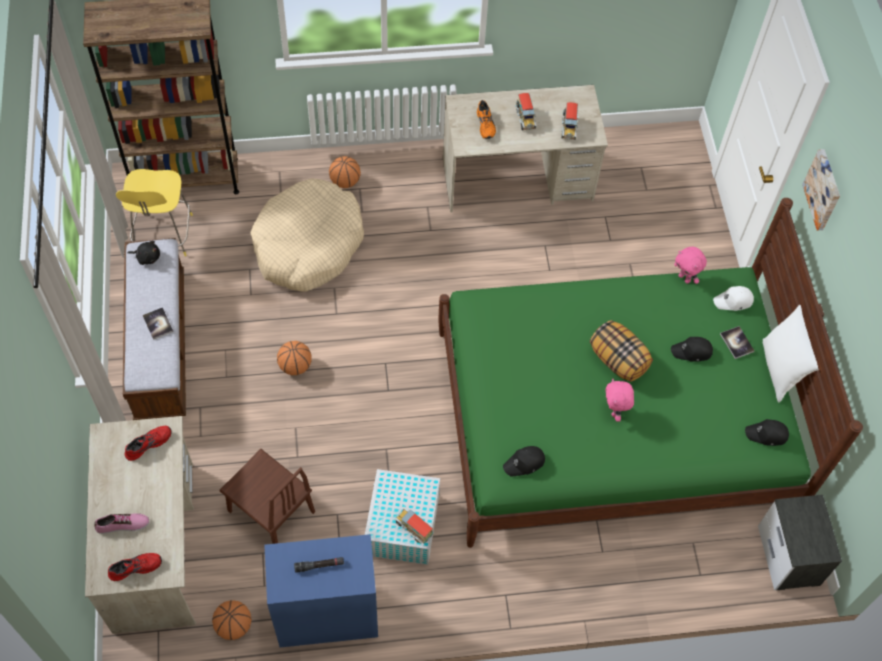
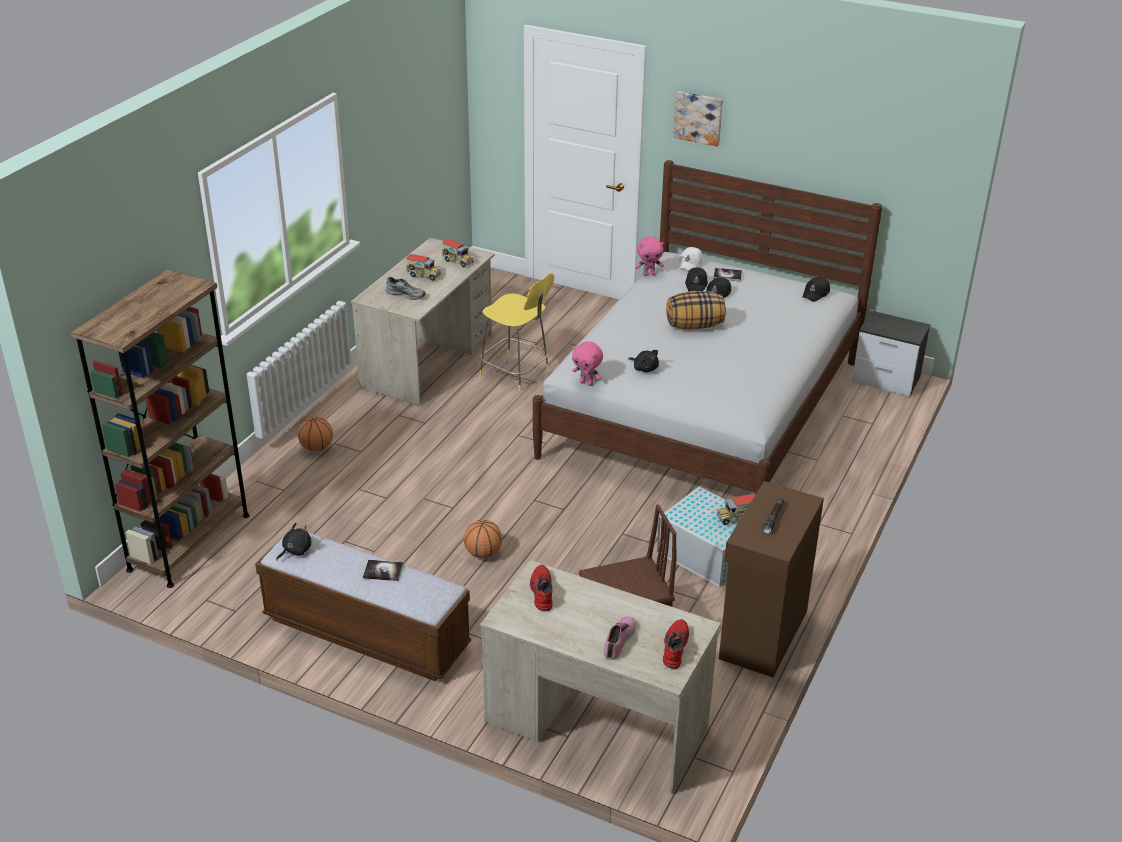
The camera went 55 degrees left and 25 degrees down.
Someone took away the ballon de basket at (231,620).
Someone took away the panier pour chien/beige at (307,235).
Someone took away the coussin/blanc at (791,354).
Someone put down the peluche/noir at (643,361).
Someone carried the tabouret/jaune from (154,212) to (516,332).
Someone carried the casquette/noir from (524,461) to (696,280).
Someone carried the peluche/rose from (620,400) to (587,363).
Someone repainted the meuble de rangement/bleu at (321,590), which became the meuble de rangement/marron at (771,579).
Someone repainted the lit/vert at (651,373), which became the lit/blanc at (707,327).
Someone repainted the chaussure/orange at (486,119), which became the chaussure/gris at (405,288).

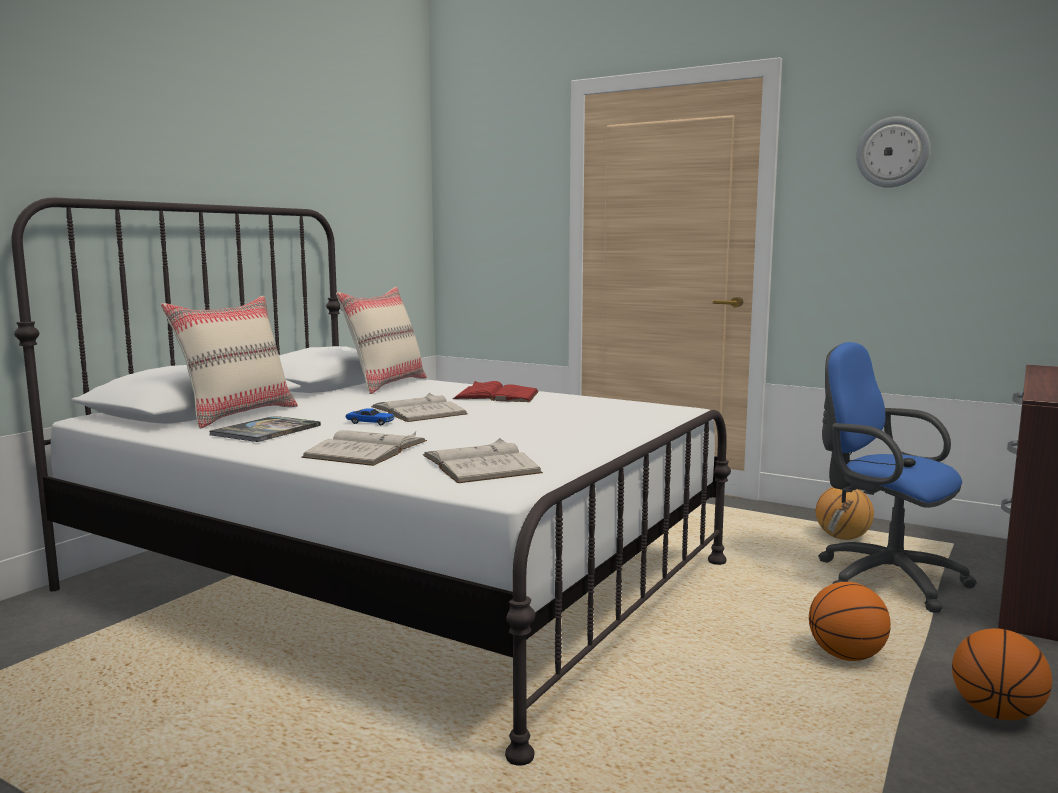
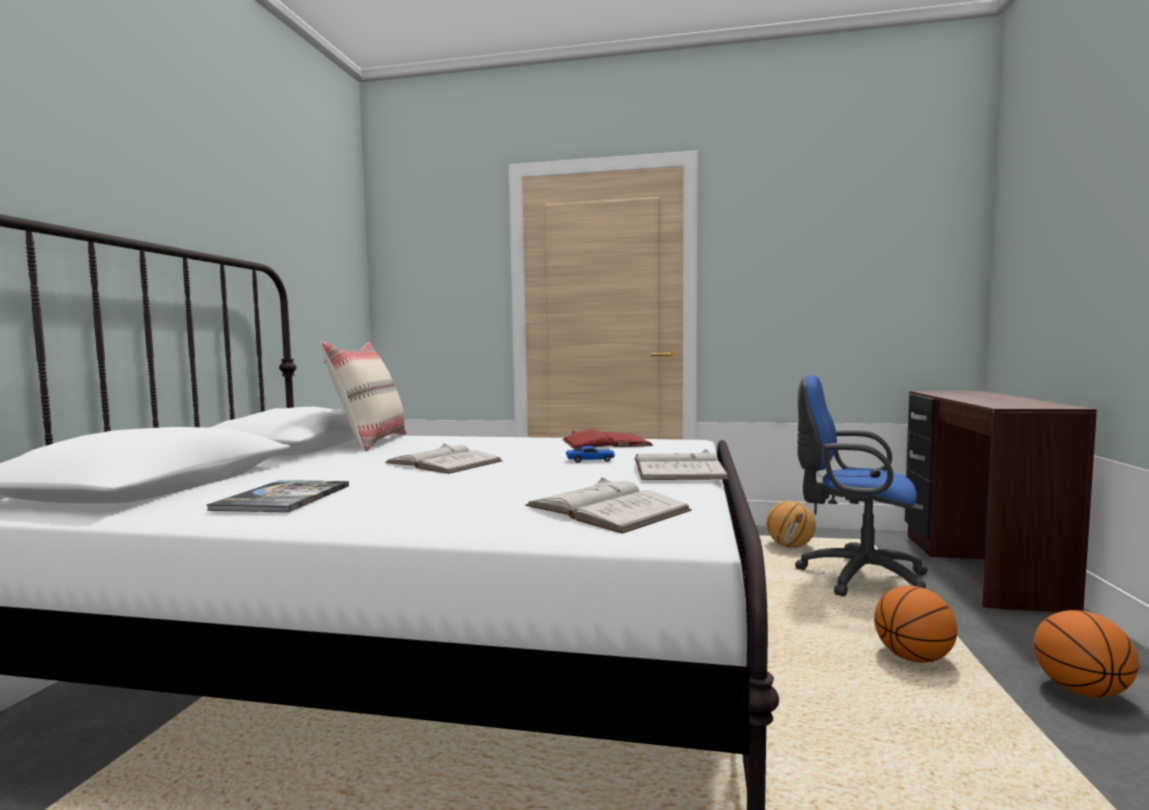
The camera went 20 degrees left and 5 degrees down.
Someone took away the coussin/beige at (229,362).
Someone took away the horloge murale at (893,152).
Someone carried the livre/blanc from (364,448) to (681,464).
Someone carried the petite voiture from (370,416) to (590,454).
Someone carried the livre/rouge from (496,391) to (607,439).

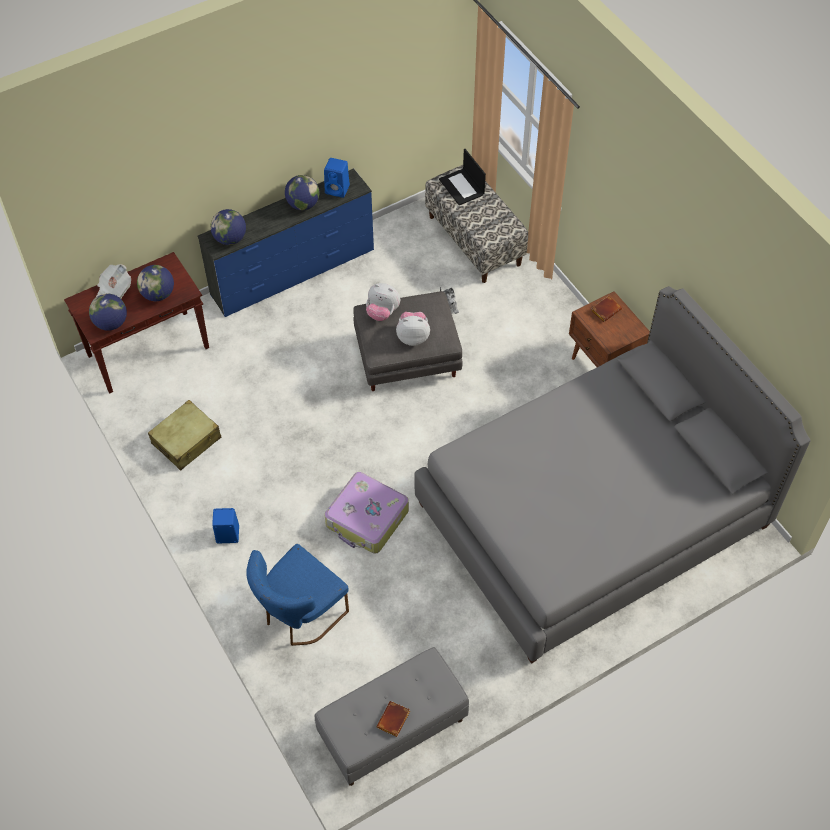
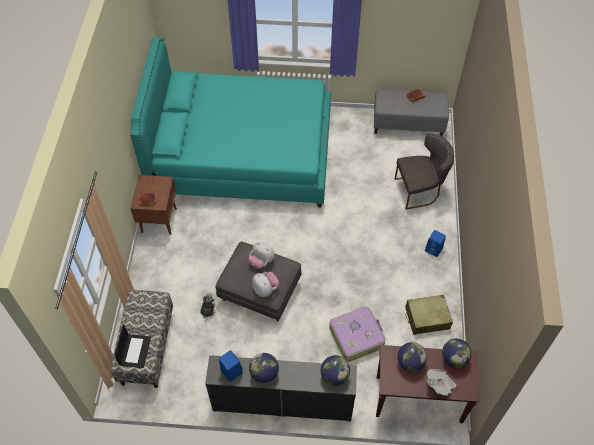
The camera went 145 degrees left and 0 degrees up.
Someone carried the valise from (367,513) to (357,334).
Someone repainted the chaise/bleu at (297,595), which became the chaise/gris at (424,171).
Someone repainted the lit/gris at (612,475), which became the lit/turquoise at (230,122).

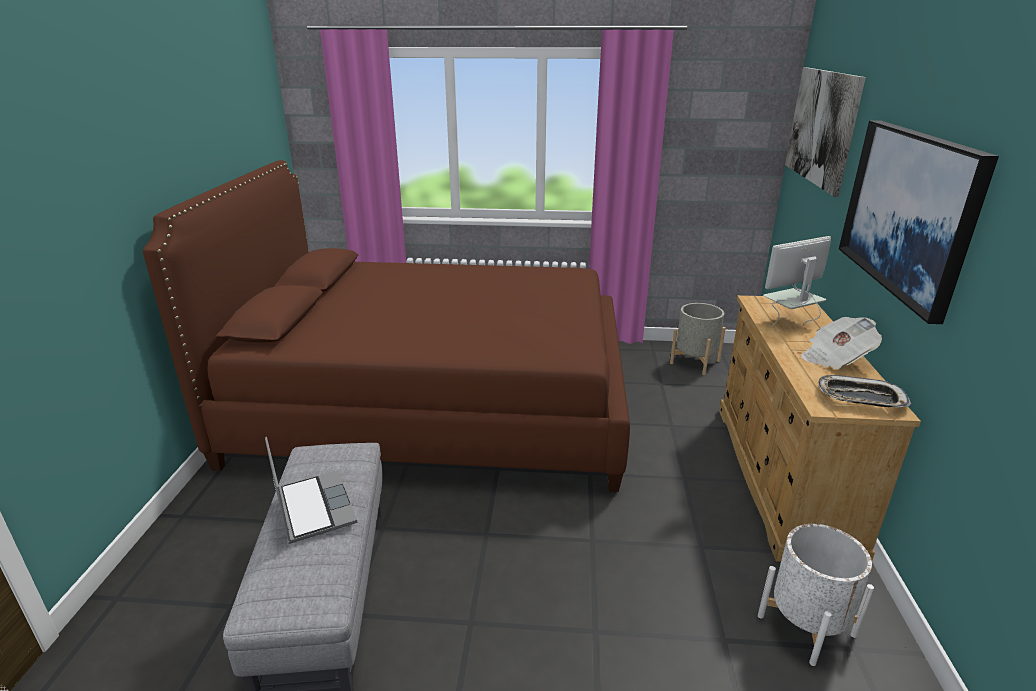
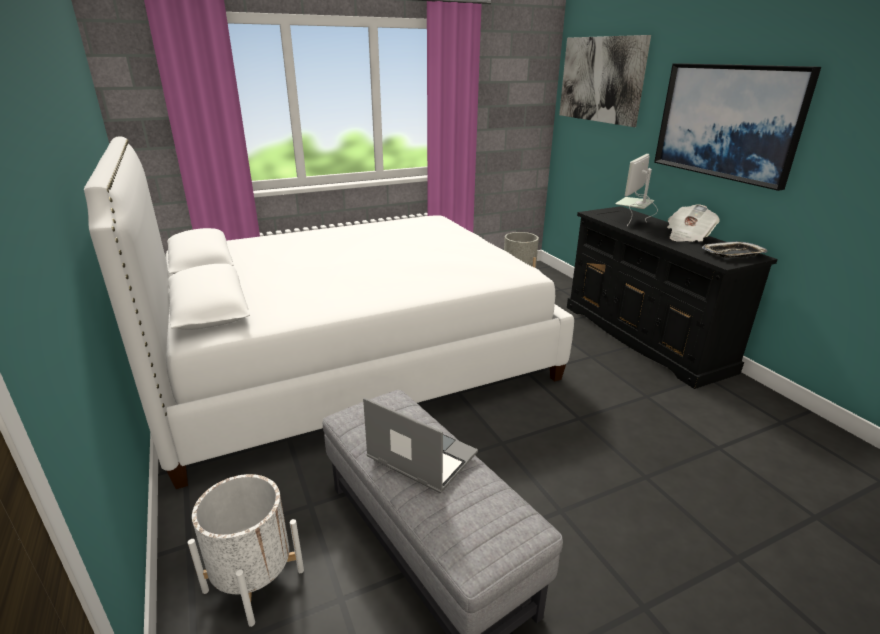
The camera went 30 degrees left and 0 degrees up.
Someone carried the cache-pot/blanc from (816,595) to (246,550).
Someone repainted the lit/marron at (386,326), which became the lit/blanc at (329,312).
Someone repainted the commode/beige at (820,428), which became the commode/noir at (672,297).

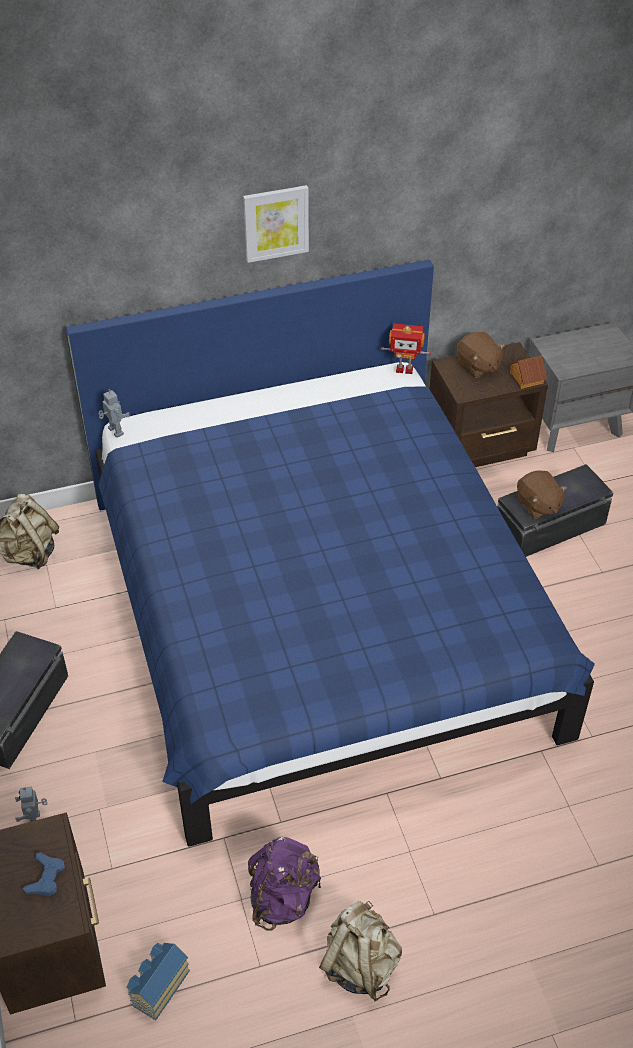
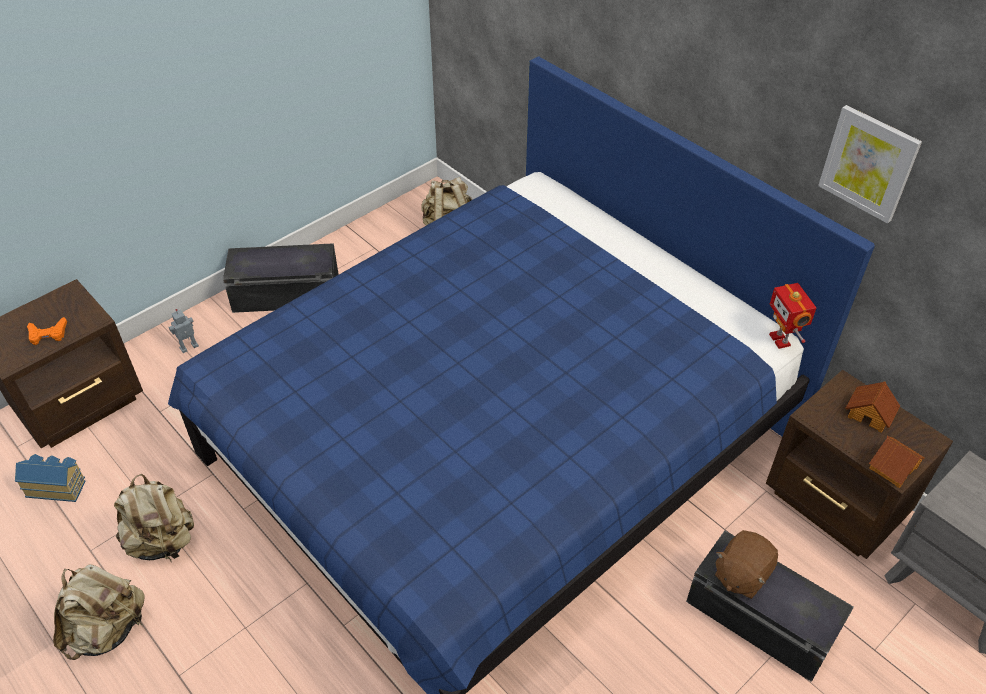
The camera went 65 degrees right and 0 degrees up.
Someone took away the robot jouet at (114,413).
Someone carried the tableau from (276,224) to (870,164).
Someone swapped the peluche/marron at (481,355) for the maison miniature at (872,406).
Someone repainted the manette/bleu at (44,874), which became the manette/orange at (47,331).
Someone repainted the sac à dos/violet at (285,884), which became the sac à dos/beige at (154,518).

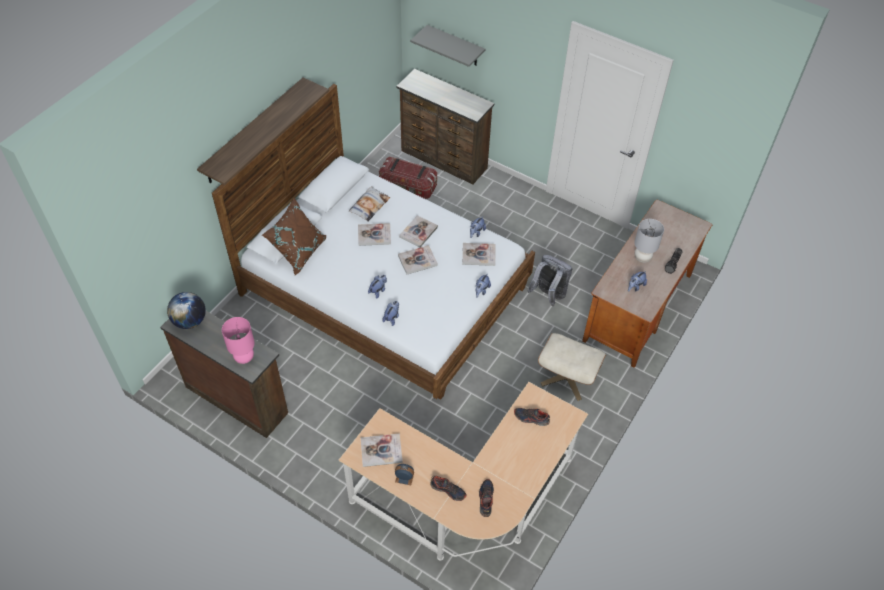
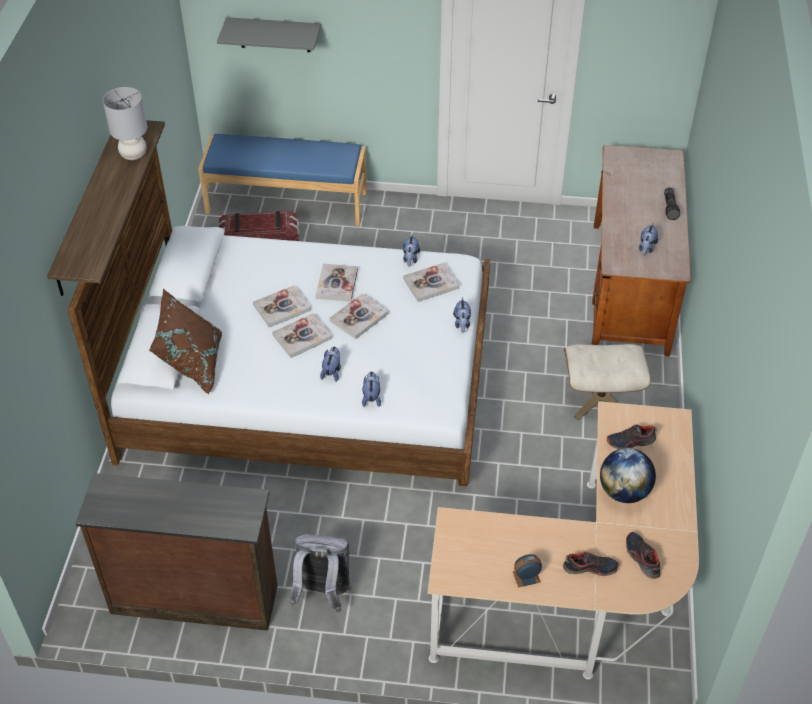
The camera went 25 degrees left and 5 degrees down.
Someone took away the lampe de table/rose at (238,340).
Someone took away the coussin at (369,204).
Someone carried the globe from (186,310) to (628,475).
Someone carried the livre from (381,450) to (302,335).
Someone carried the sac à dos/gris from (549,280) to (321,573).
Someone carried the lampe de table/gris from (649,241) to (125,123).
Someone swapped the commode/marron at (445,127) for the banc/bleu at (282,180).

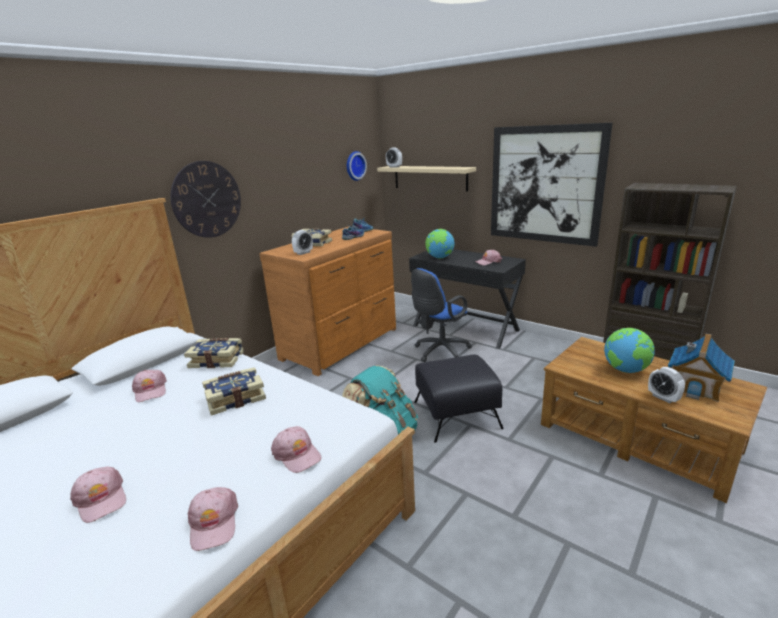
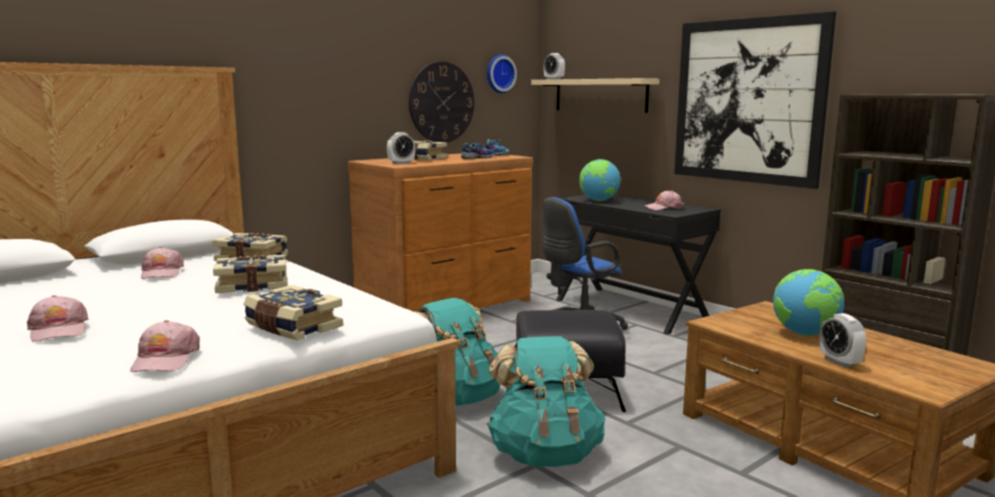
The camera went 10 degrees right and 10 degrees down.
Someone took away the maison miniature at (701,367).
Someone put down the sac à dos/turquoise at (546,401).
Someone carried the horloge murale from (205,199) to (441,102).
Someone swapped the casquette/rose at (296,449) for the livre at (293,312).

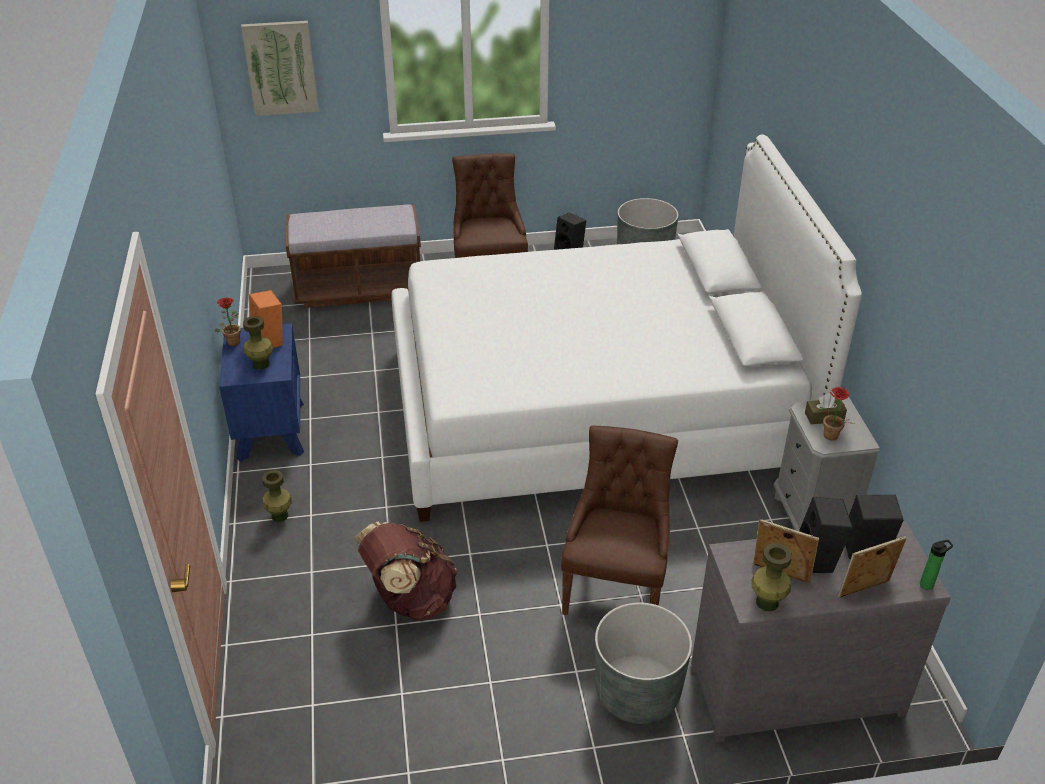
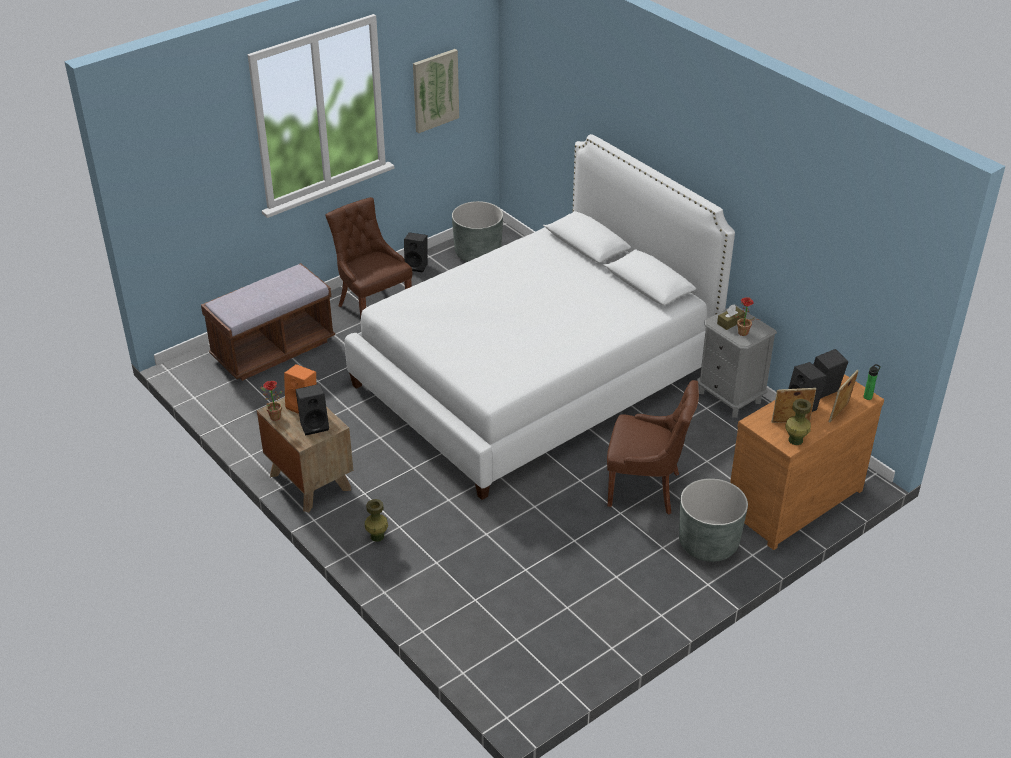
The camera went 30 degrees left and 0 degrees up.
Someone took away the sac à dos/marron at (406,571).
Someone carried the tableau from (280,68) to (436,91).
Someone swapped the vase/vert at (258,343) for the enceinte/noir at (312,410).
Someone repainted the table de chevet/bleu at (261,392), which became the table de chevet/marron at (305,454).
Someone repainted the commode/gris at (821,632), which became the commode/marron at (807,462).
Someone rotated the chaise/marron at (619,520) by 120 degrees clockwise.

